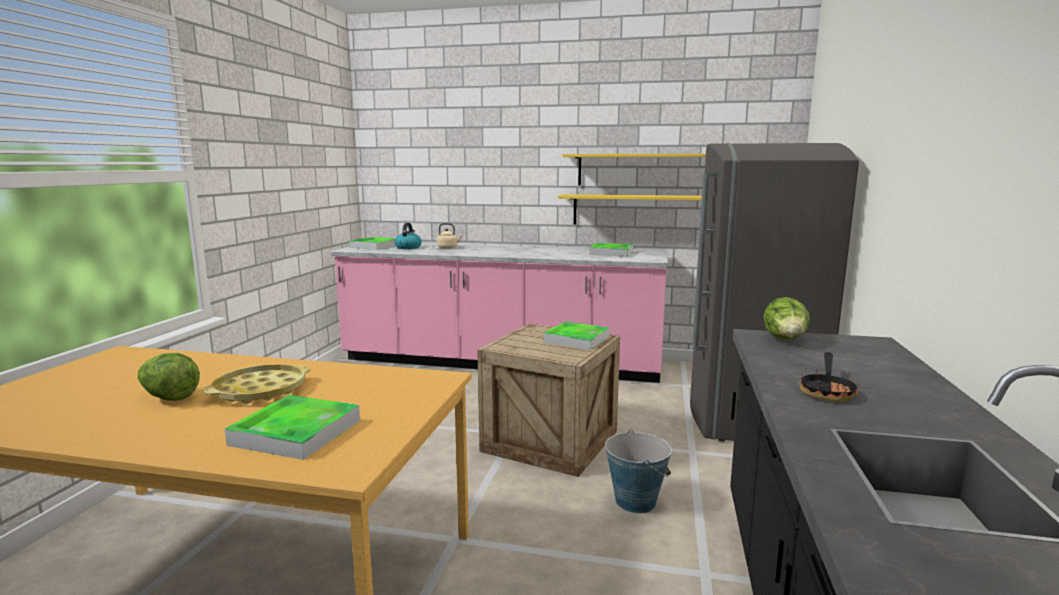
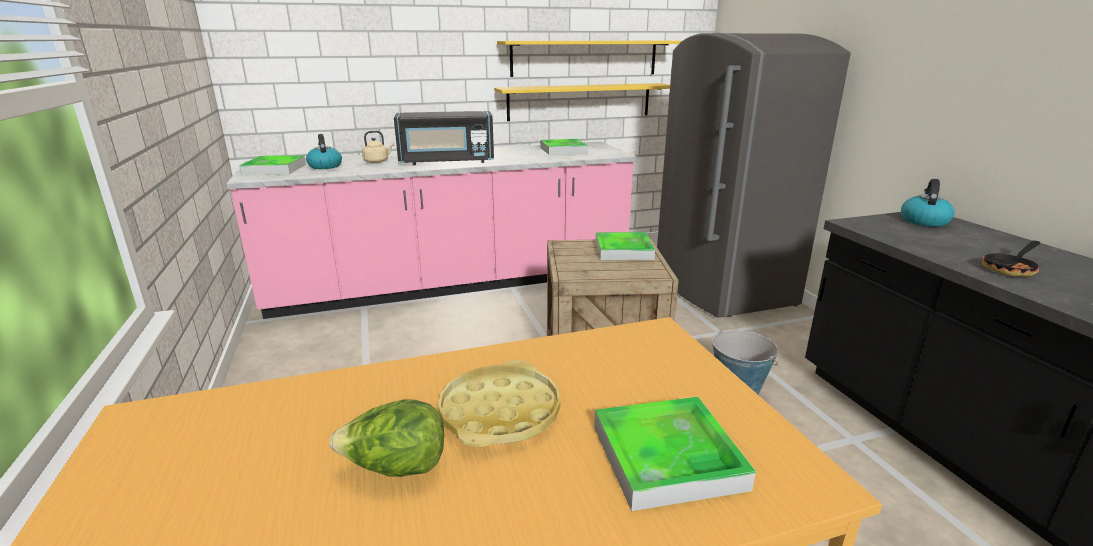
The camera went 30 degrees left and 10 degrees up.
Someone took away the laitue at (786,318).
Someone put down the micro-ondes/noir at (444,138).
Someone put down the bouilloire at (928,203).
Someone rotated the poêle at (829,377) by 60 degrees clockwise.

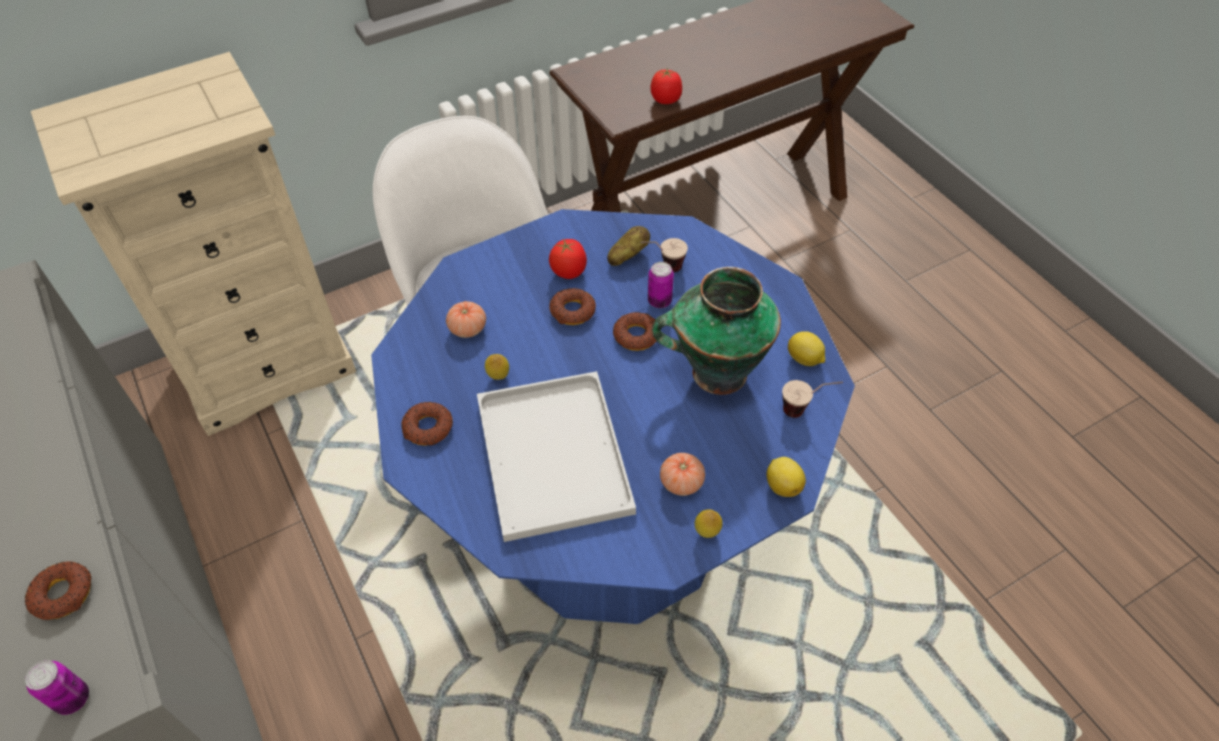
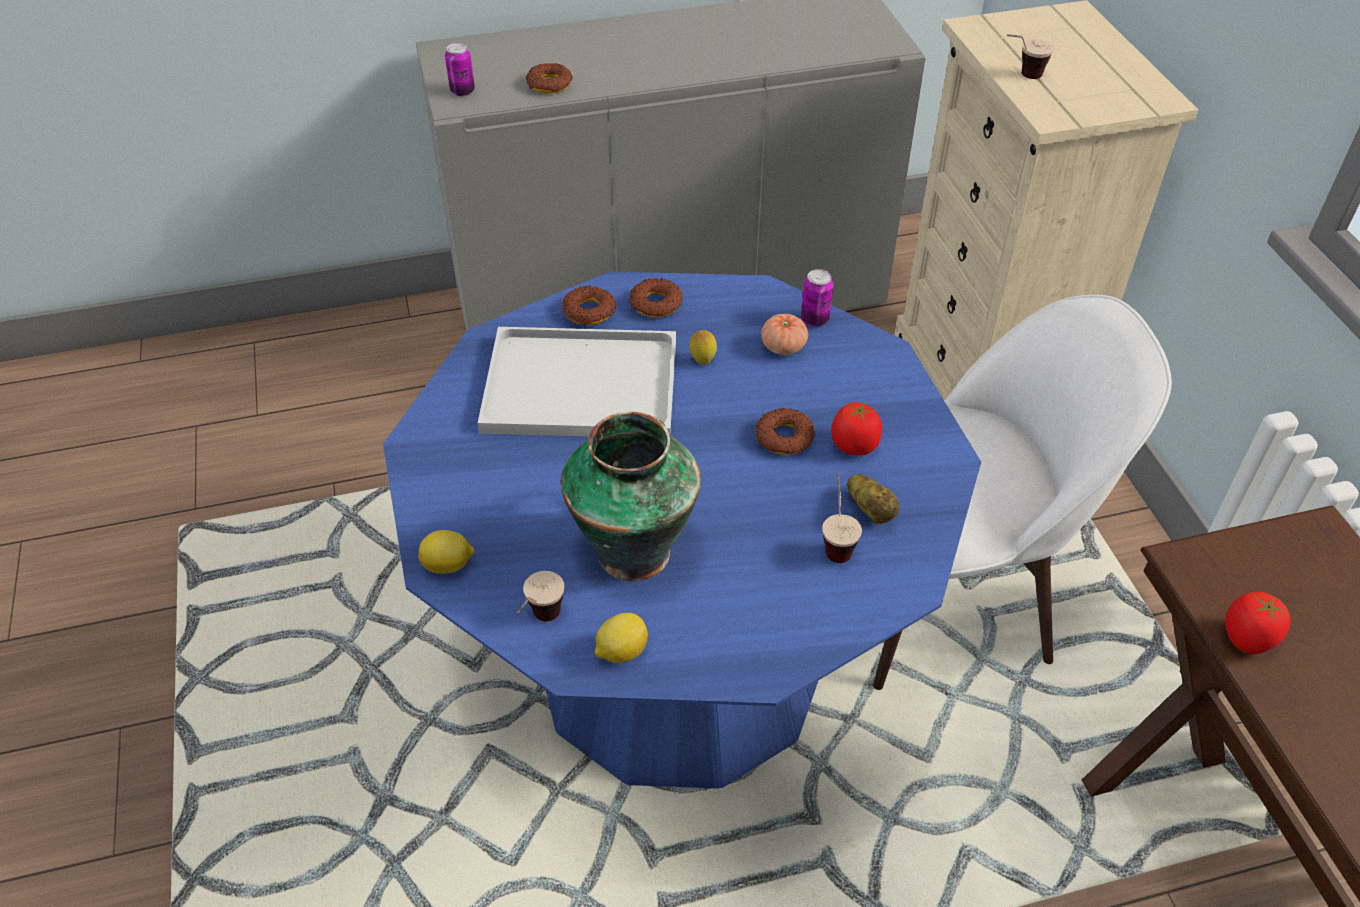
The camera went 105 degrees right and 5 degrees down.
Someone took away the tomate at (682,474).
Someone took away the citron at (709,523).
Someone put down the tasse at (1030,56).
Someone carried the beignet from (635,331) to (589,305).
Someone carried the boîte métallique from (661,285) to (817,298).

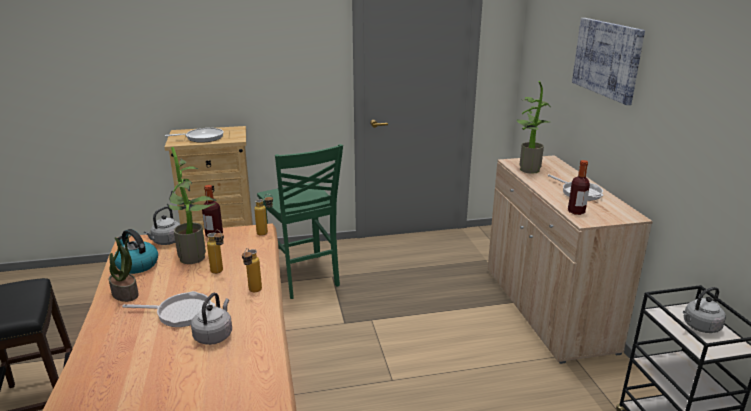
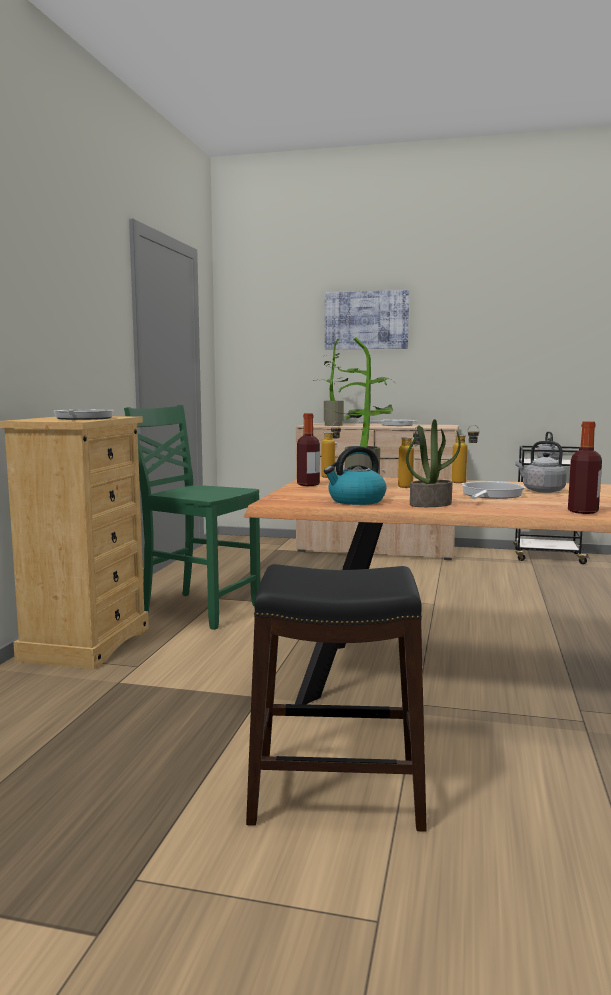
The camera went 65 degrees left and 15 degrees down.
Someone took away the bouilloire/gris at (162,225).
Someone carried the bouteille from (579,187) to (585,467).
Someone rotated the chaise/vert at (300,221) by 150 degrees counterclockwise.

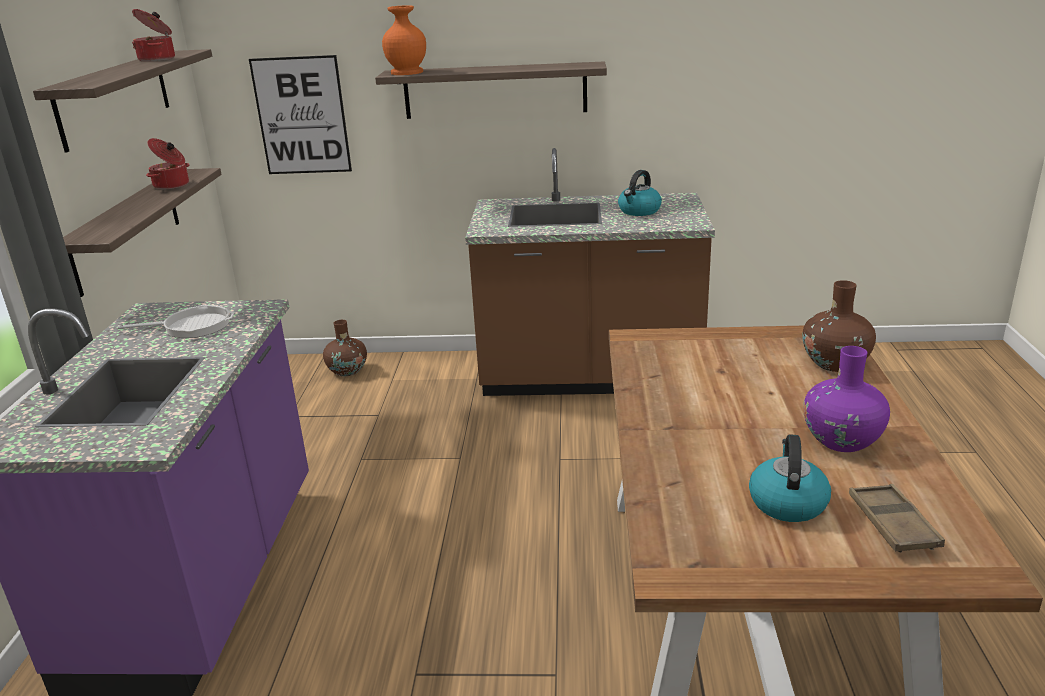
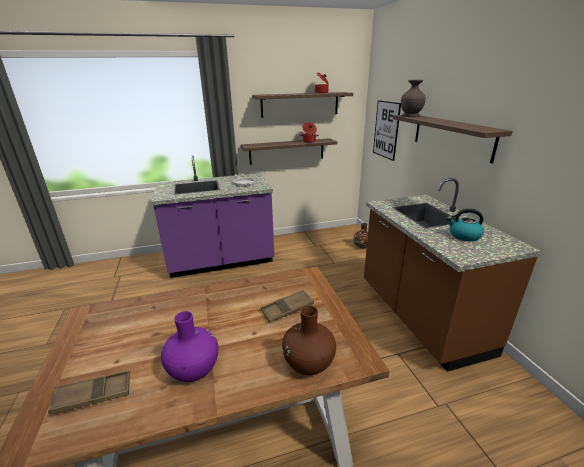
The camera went 70 degrees right and 0 degrees up.
Someone took away the bouilloire at (790,478).
Someone put down the plateau/marron at (287,306).
Someone repainted the vase/orange at (404,40), which became the vase/gris at (413,98).

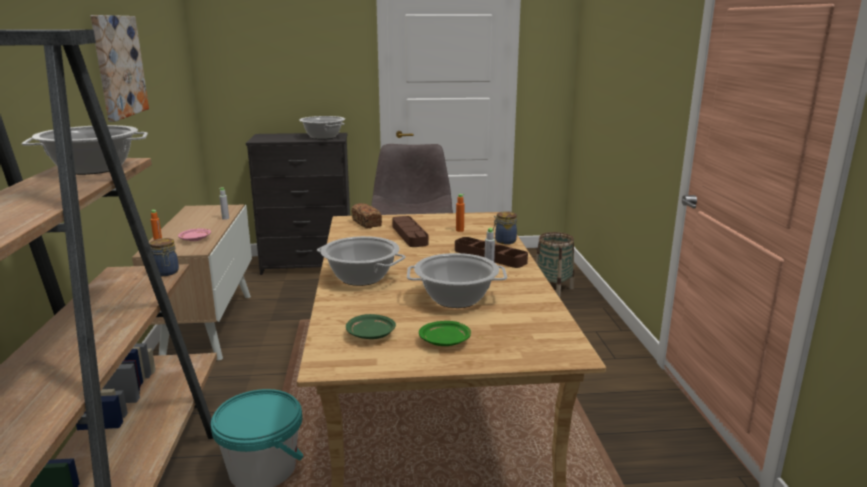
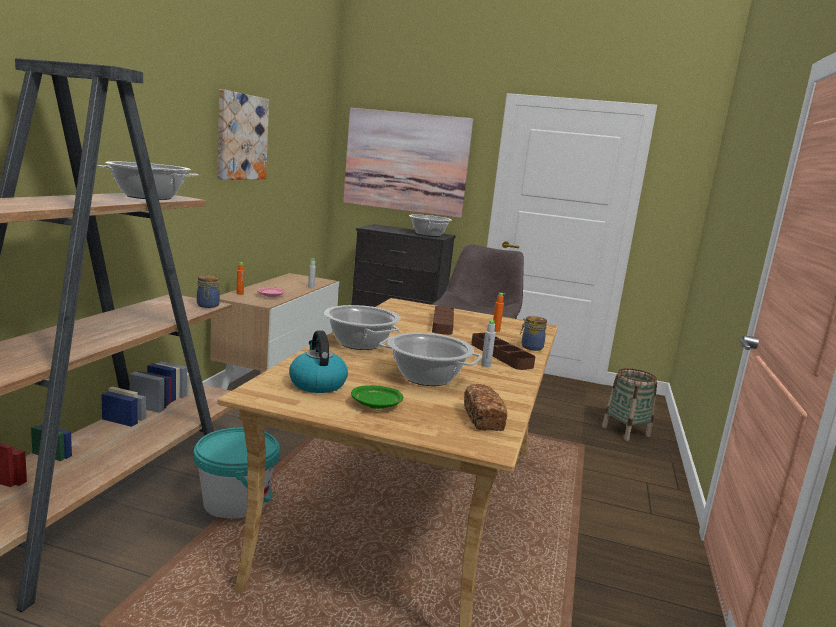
The camera went 20 degrees right and 5 degrees down.
Someone put up the tableau at (408,163).
Someone carried the pain from (366,215) to (485,407).
Someone swapped the assiette/vert at (371,326) for the bouilloire at (318,362).

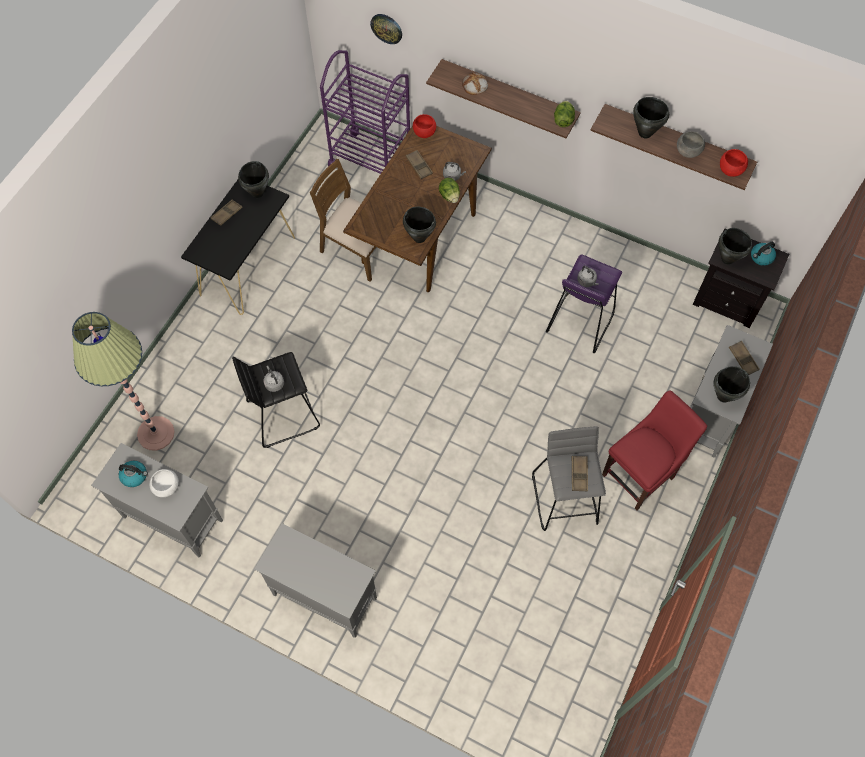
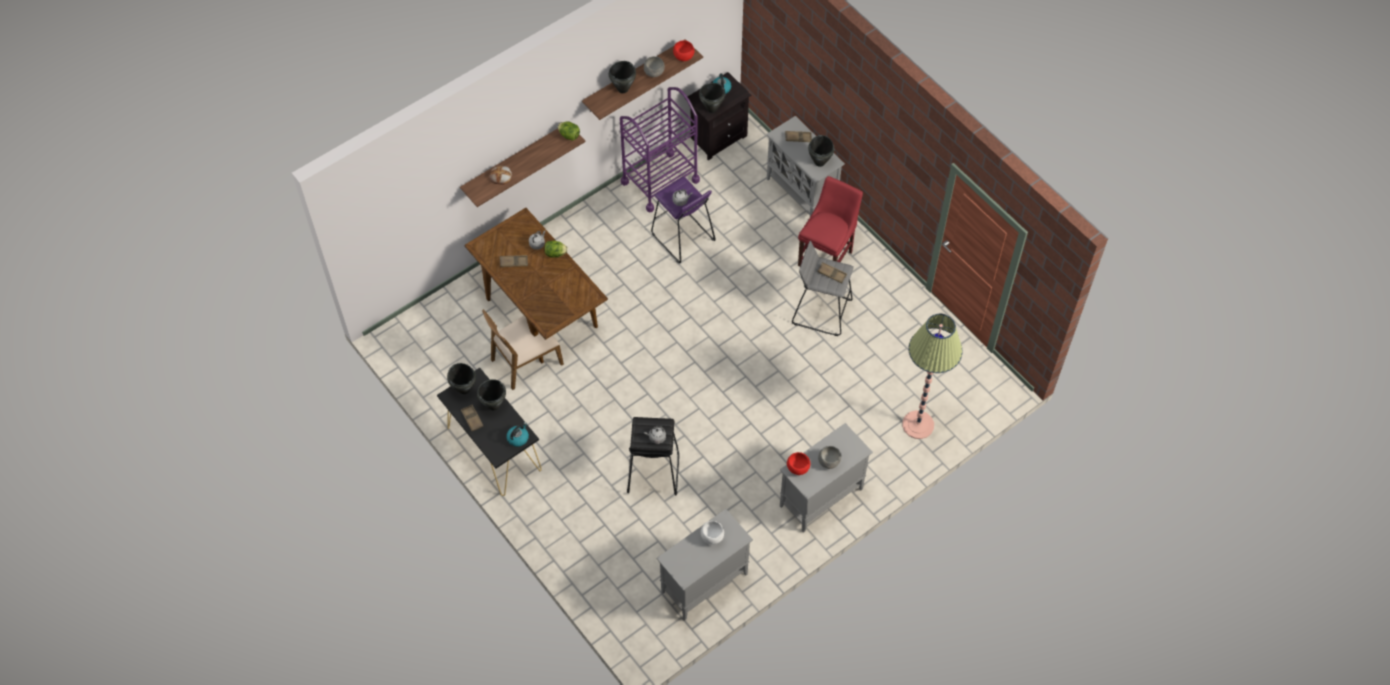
The camera went 65 degrees left and 5 degrees down.
Someone took away the horloge murale at (386,29).
Someone put down the bol/gris at (829,457).
Someone carried the lampadaire from (123,381) to (932,376).
Someone carried the bouilloire from (133,474) to (517,434).
Someone carried the chariot/violet from (365,112) to (660,150).
Someone carried the marmite/noir from (419,225) to (491,394).
Someone carried the bol/rouge from (424,126) to (798,463).
Someone rotated the chaise/rouge at (654,450) by 45 degrees clockwise.

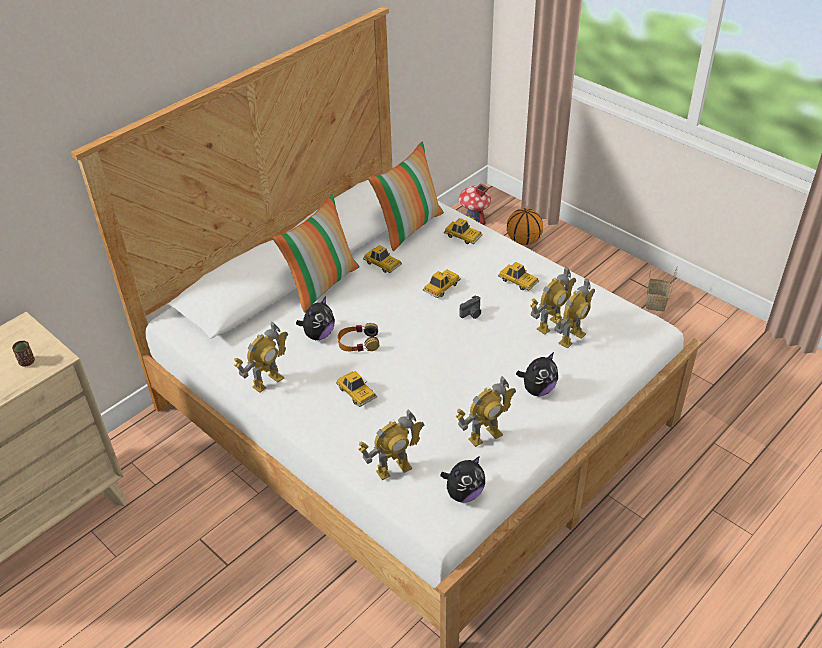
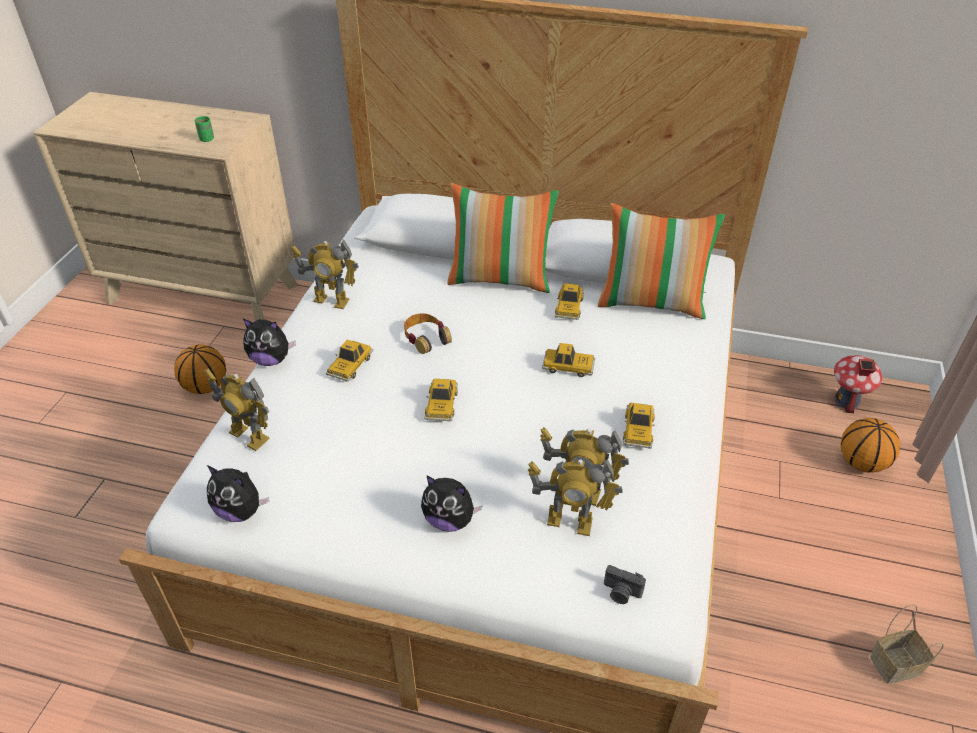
The camera went 60 degrees right and 0 degrees up.
Someone took away the robot jouet at (486,411).
Someone put down the ballon de basket at (200,369).
Someone carried the peluche from (315,318) to (269,342).
Someone carried the petite voiture from (463,231) to (441,400).
Someone carried the appareil photo from (470,307) to (625,584).
Someone repainted the tasse/marron at (23,354), which became the tasse/vert at (204,129).

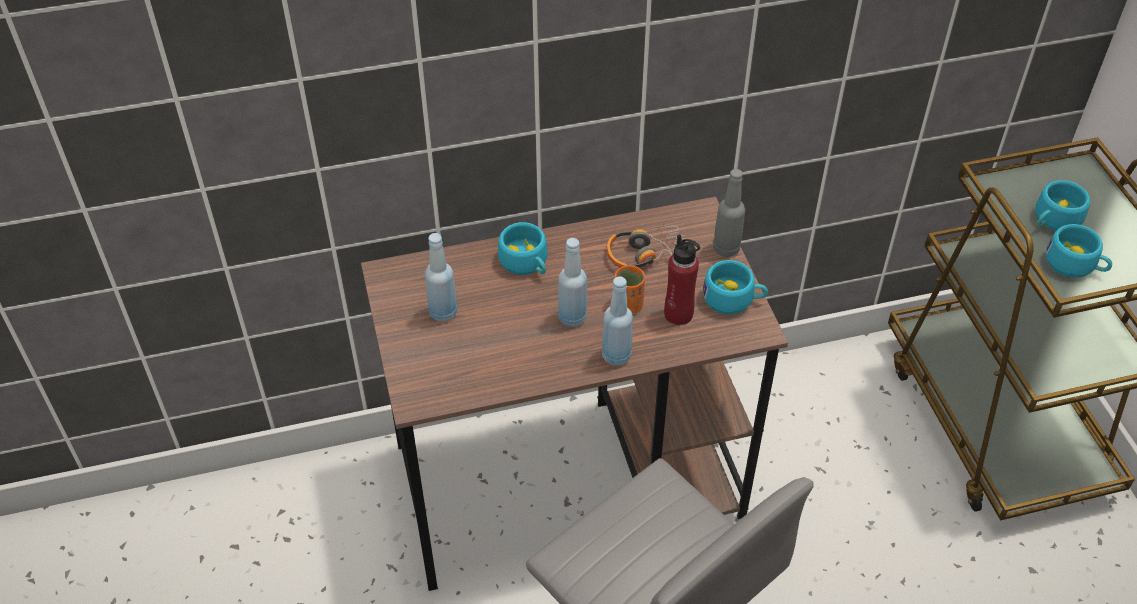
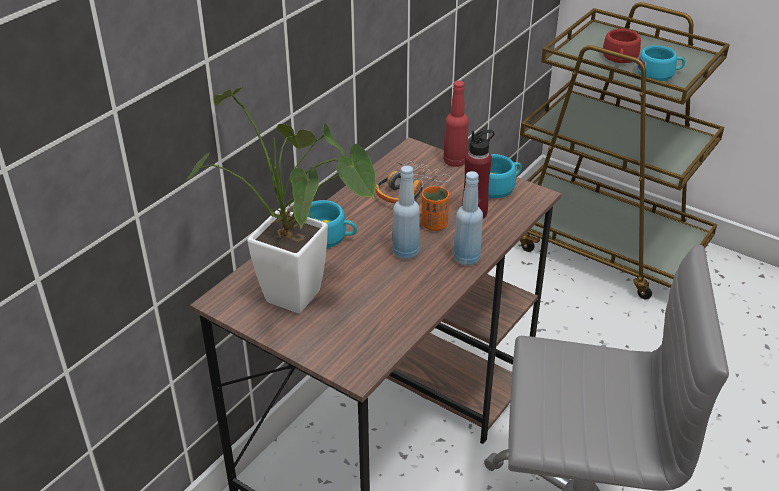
The camera went 40 degrees left and 10 degrees down.
Someone swapped the bouteille/bleu at (441,277) for the plante en pot at (282,200).
Someone repainted the bouteille/gris at (729,213), which became the bouteille/rouge at (456,124).
Someone repainted the tasse/turquoise at (1062,205), which became the tasse/rouge at (622,46).

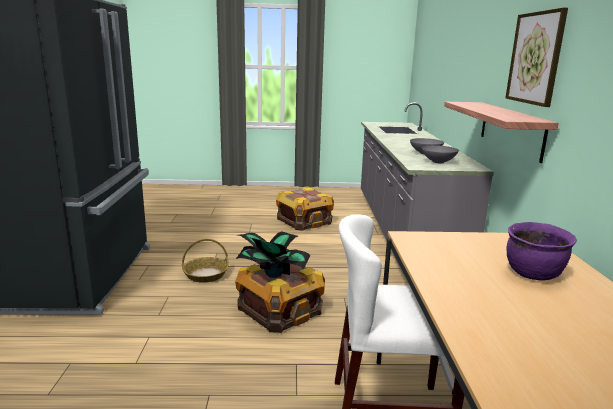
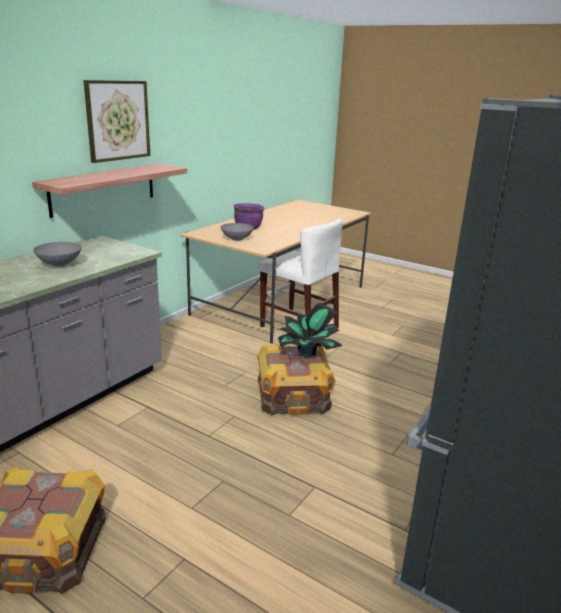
The camera went 145 degrees left and 5 degrees up.
Someone took away the panier at (205,261).
Someone carried the bol/gris from (440,154) to (237,232).

